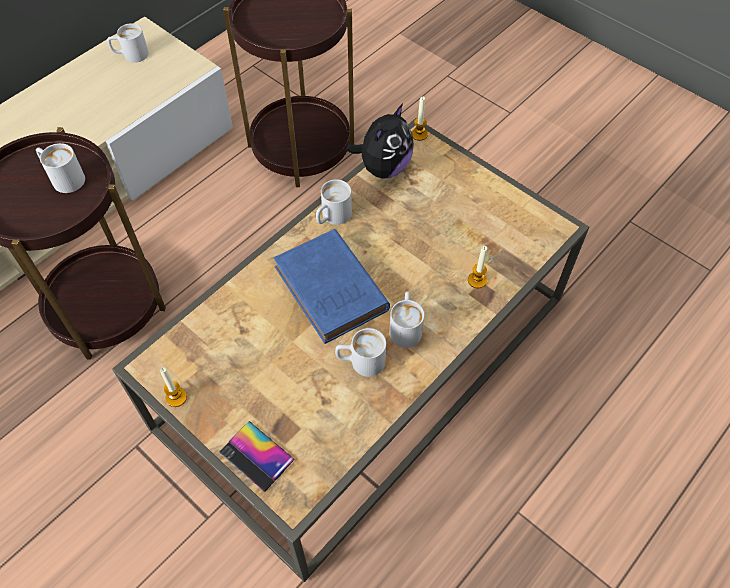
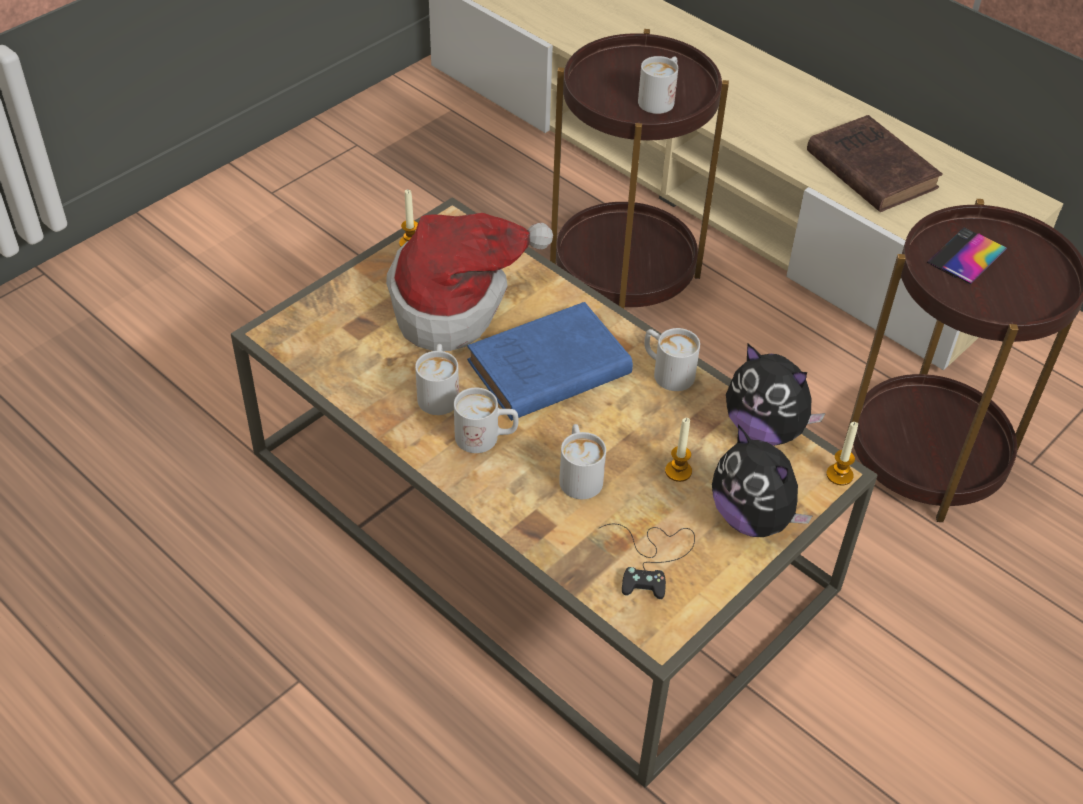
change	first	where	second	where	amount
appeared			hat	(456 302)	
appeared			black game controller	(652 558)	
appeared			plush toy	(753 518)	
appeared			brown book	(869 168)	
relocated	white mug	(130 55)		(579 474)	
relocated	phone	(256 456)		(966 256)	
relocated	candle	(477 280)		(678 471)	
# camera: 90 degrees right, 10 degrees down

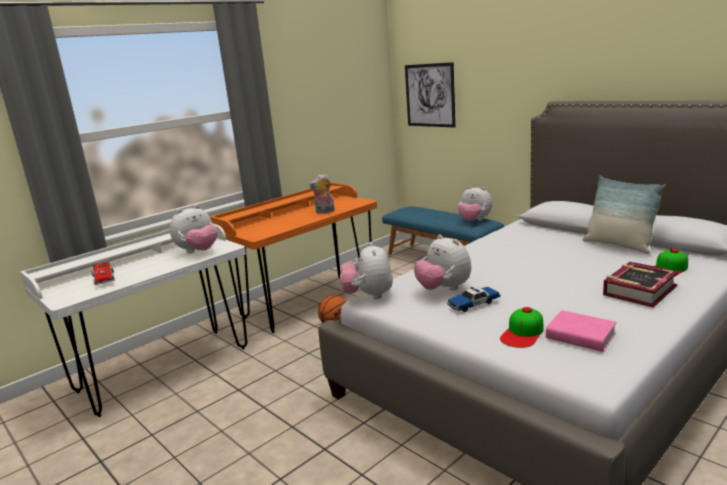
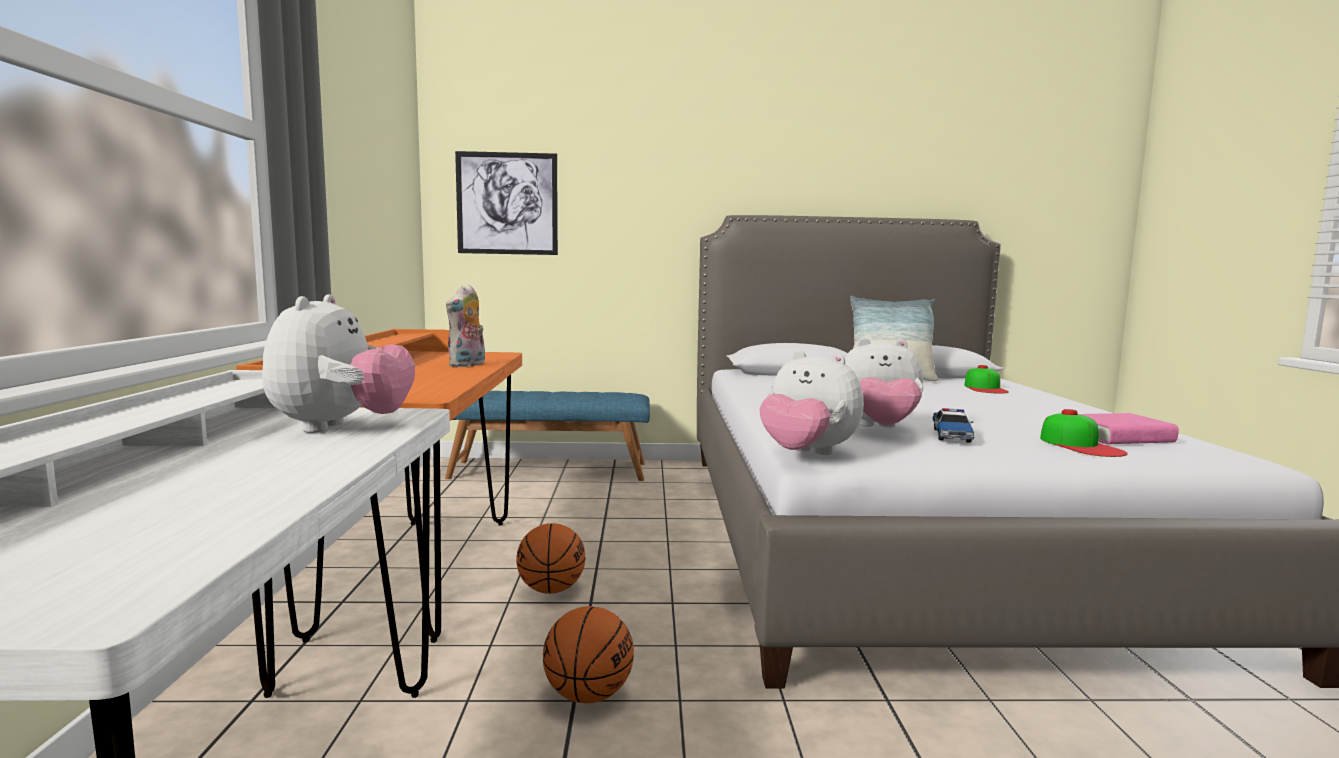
change	first	where	second	where	amount
missing	toy truck	(104 279)			
missing	plush toy	(474 221)			
missing	book	(639 290)			
appeared			basketball	(588 695)	
# camera: 50 degrees left, 10 degrees down

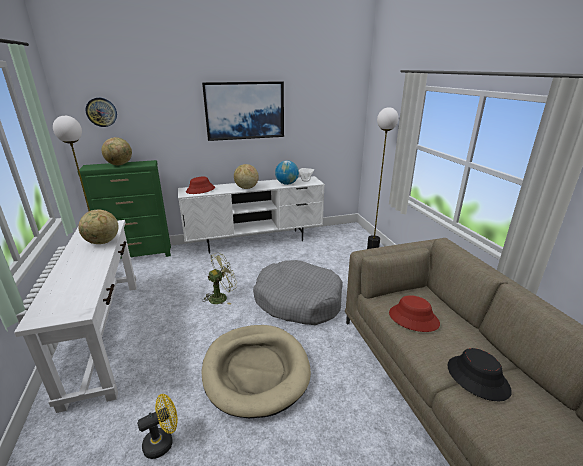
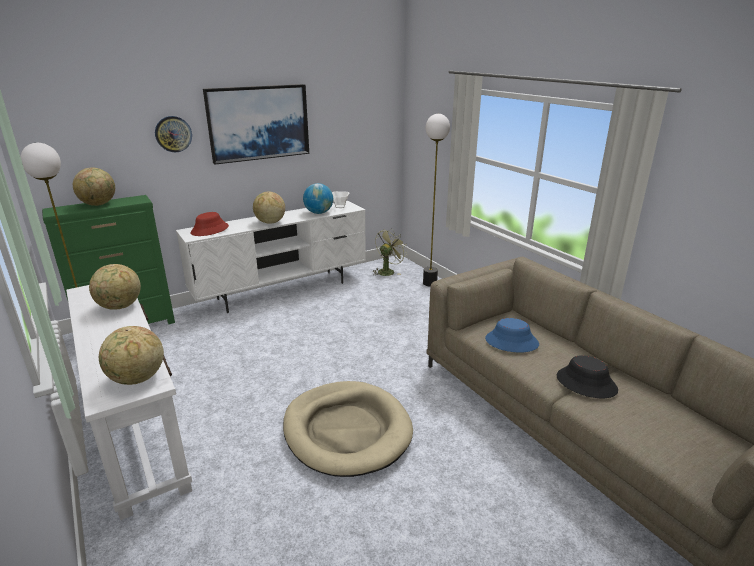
change	first	where	second	where	amount
missing	yellow fan	(163 442)			
missing	grey dog bed	(298 301)			
appeared			globe	(137 379)	
relocated	wall clock	(101 112)		(173 134)	
relocated	green fan	(221 297)		(387 271)	
colour	red hat	(413 318)	blue hat	(511 342)	
# camera: 15 degrees left, 0 degrees up

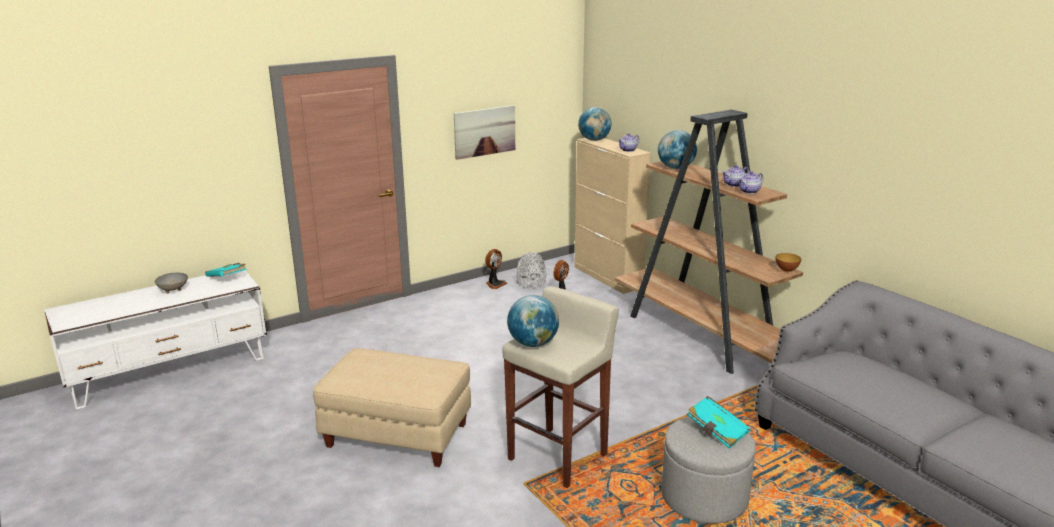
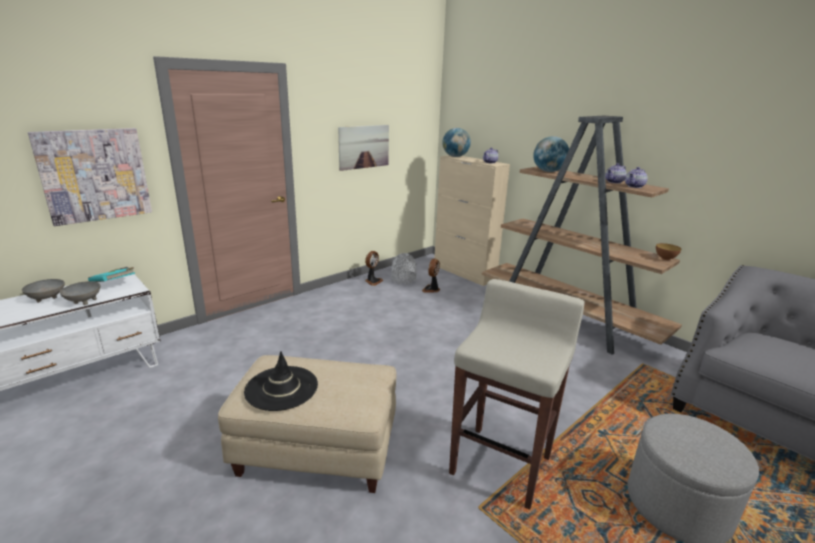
change	first	where	second	where	amount
missing	globe	(533 343)			
missing	turquoise book	(716 432)			
appeared			picture	(95 175)	
appeared			grey bowl	(83 301)	
appeared			black hat	(281 388)	
# camera: 10 degrees left, 0 degrees up

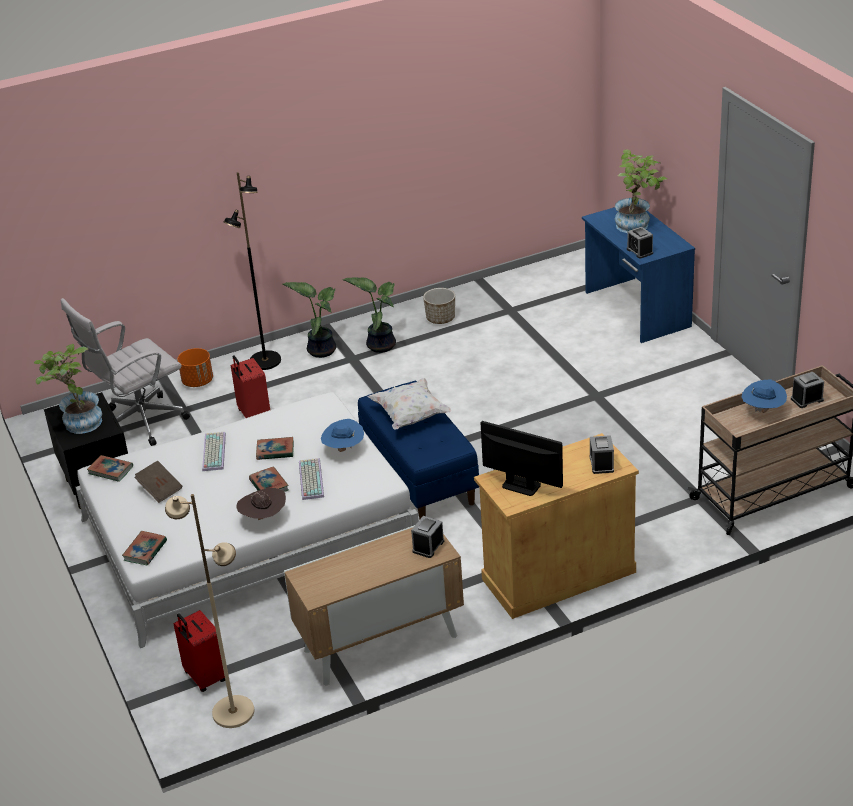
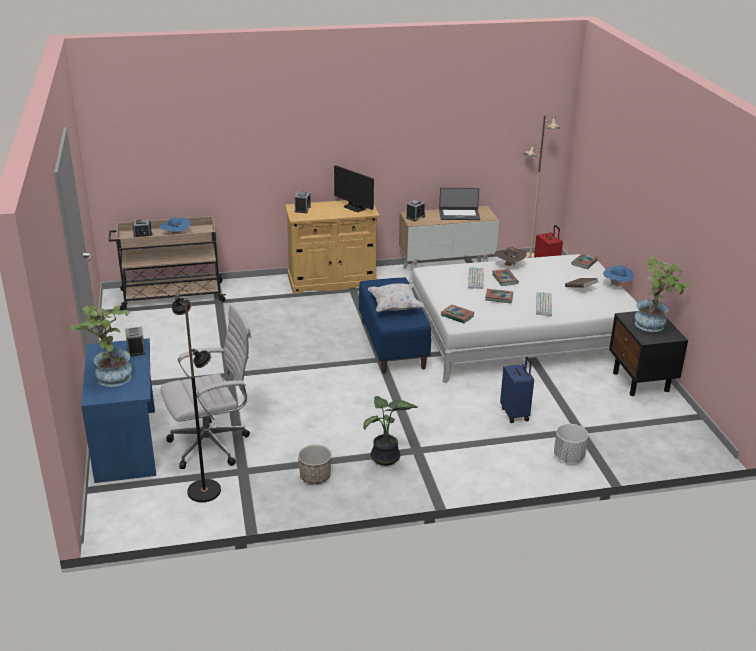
change	first	where	second	where	amount
missing	potted plant	(321 350)			
appeared			laptop	(459 215)	
relocated	white office chair	(139 423)		(213 445)	
relocated	book	(110 470)		(457 316)	
relocated	black floor lamp	(265 361)		(204 491)	
relocated	blue hat	(343 449)		(616 285)	
colour	orange planter	(198 382)	white planter	(568 456)	
colour	red suitcase	(253 415)	blue suitcase	(515 414)	
# camera: 170 degrees left, 5 degrees down

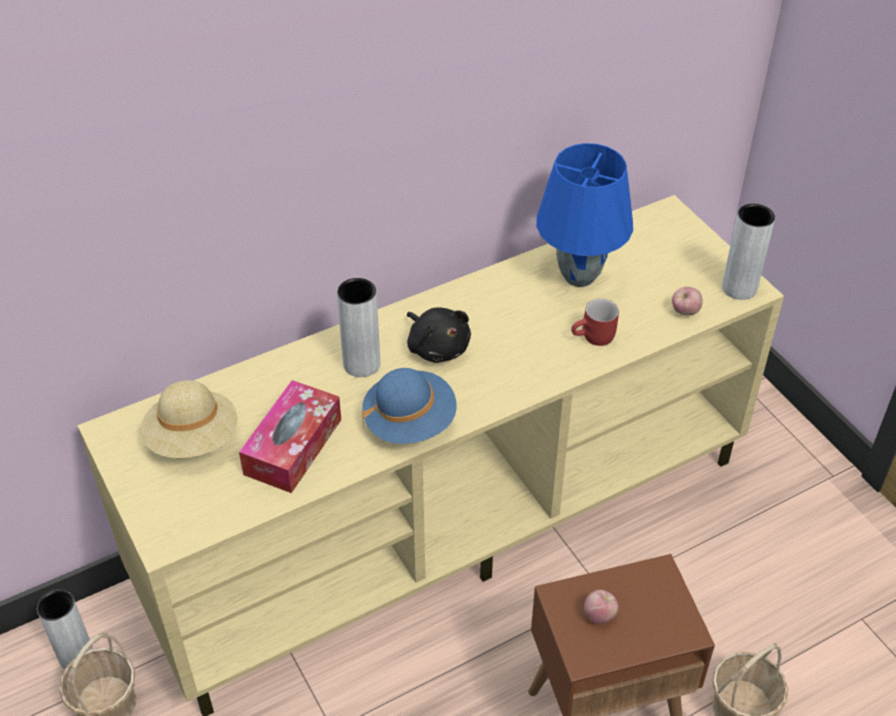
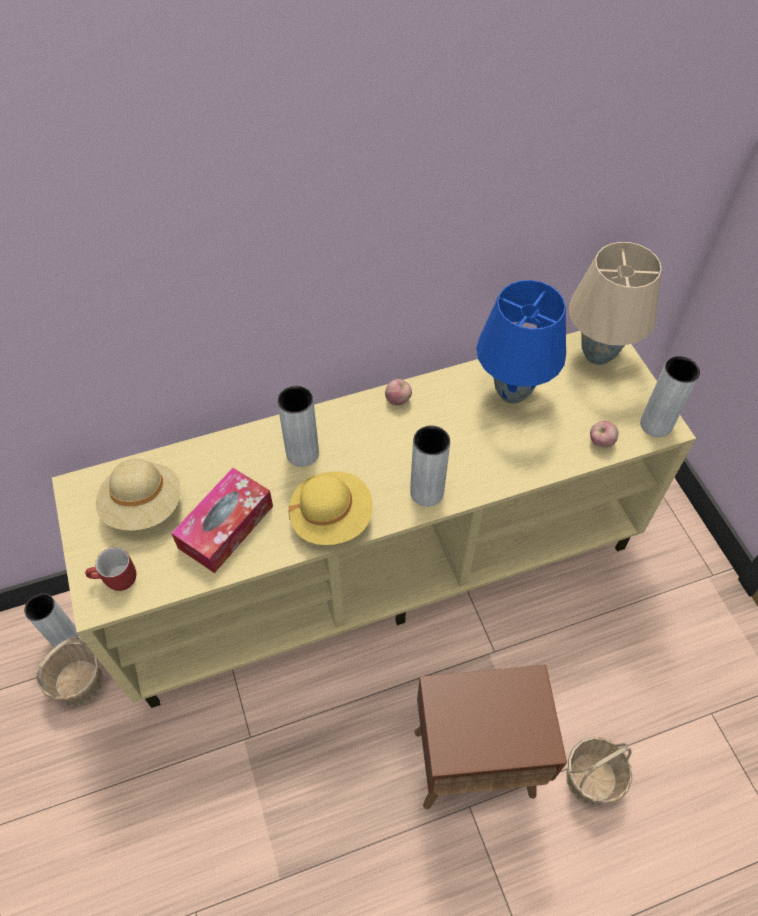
change	first	where	second	where	amount
missing	black plush toy	(437 347)			
appeared			grey vase	(426 492)	
appeared			beige table lamp	(598 355)	
relocated	red mug	(594 339)		(116 581)	
relocated	apple	(599 615)		(398 400)	
colour	blue hat	(409 422)	yellow hat	(331 517)	
# camera: 10 degrees right, 10 degrees up

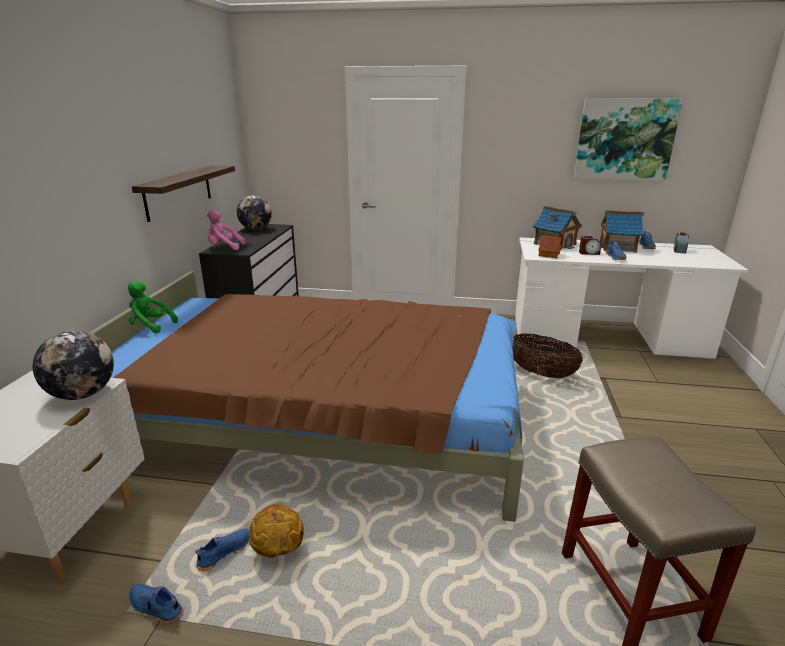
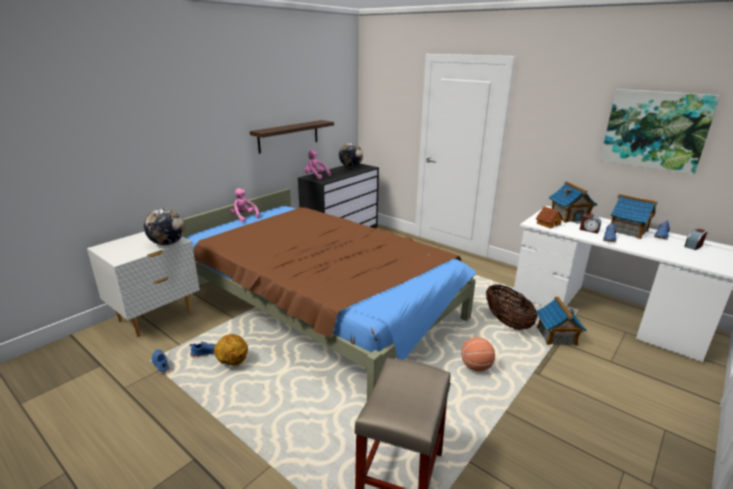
change	first	where	second	where	amount
appeared			basketball	(476 367)	
appeared			toy house	(556 336)	
colour	green plush toy	(149 326)	pink plush toy	(243 217)	
# camera: 30 degrees right, 0 degrees up

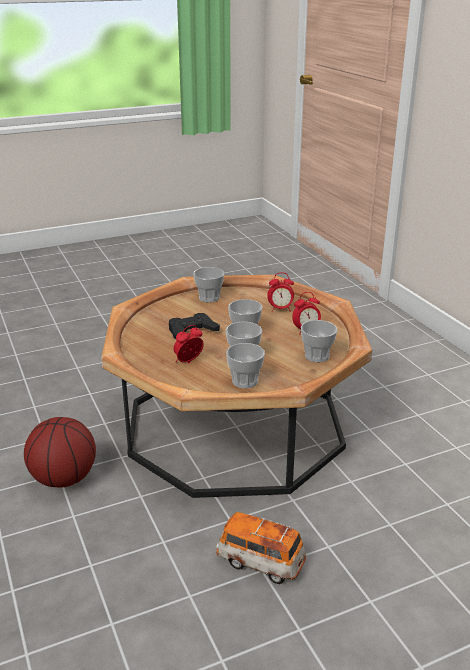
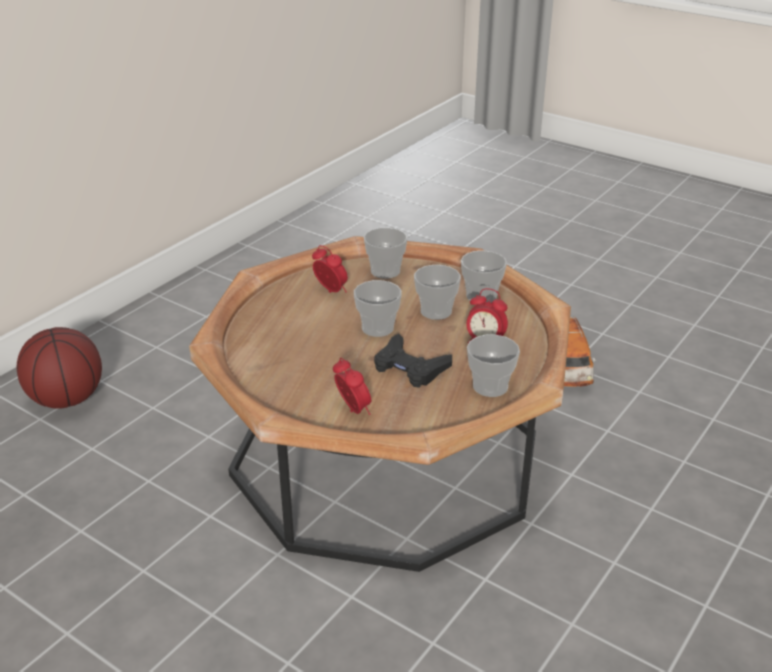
change	first	where	second	where	amount
relocated	basketball	(64 479)		(67 399)	
relocated	cup	(209 298)		(490 386)	
relocated	alarm clock	(280 309)		(353 410)	
# camera: 120 degrees left, 5 degrees up

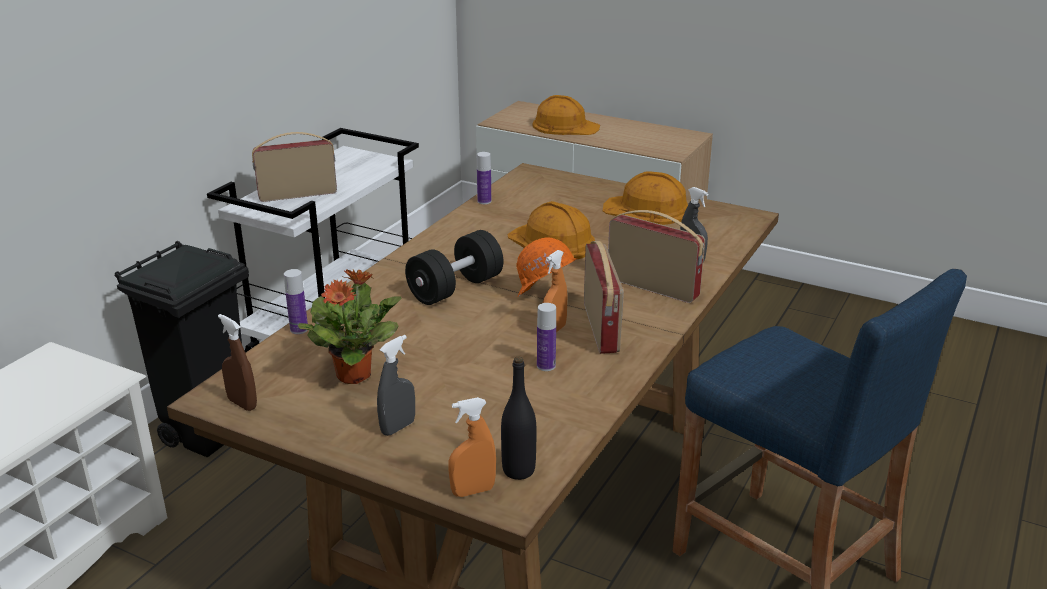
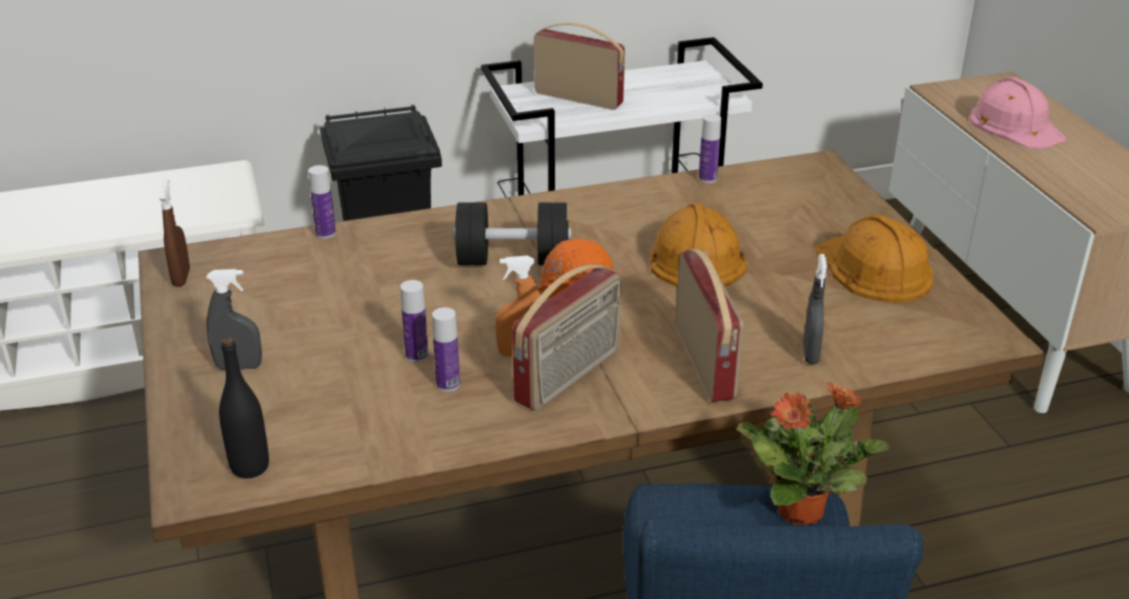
change	first	where	second	where	amount
missing	orange spray bottle	(473 491)			
appeared			bottle	(417 355)	
relocated	potted plant	(354 374)		(802 510)	
colour	orange hard hat	(565 126)	pink hard hat	(1015 125)	
# camera: 45 degrees right, 5 degrees up

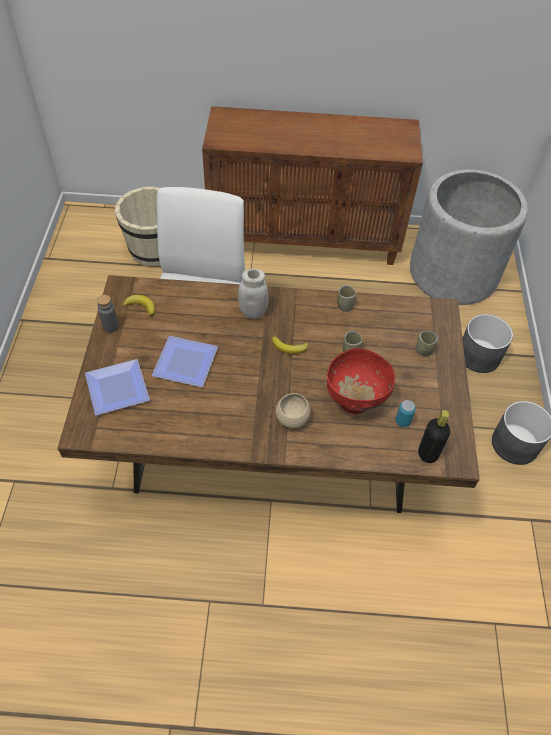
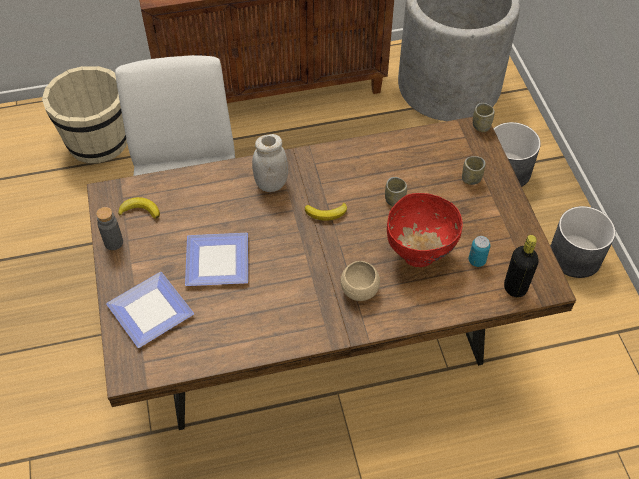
change	first	where	second	where	amount
relocated	cup	(345 306)		(481 126)	
# camera: 15 degrees left, 0 degrees up

